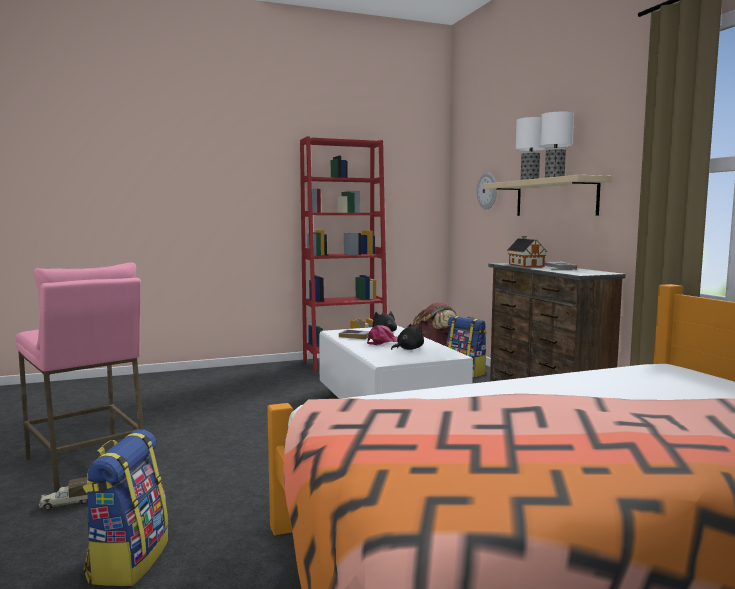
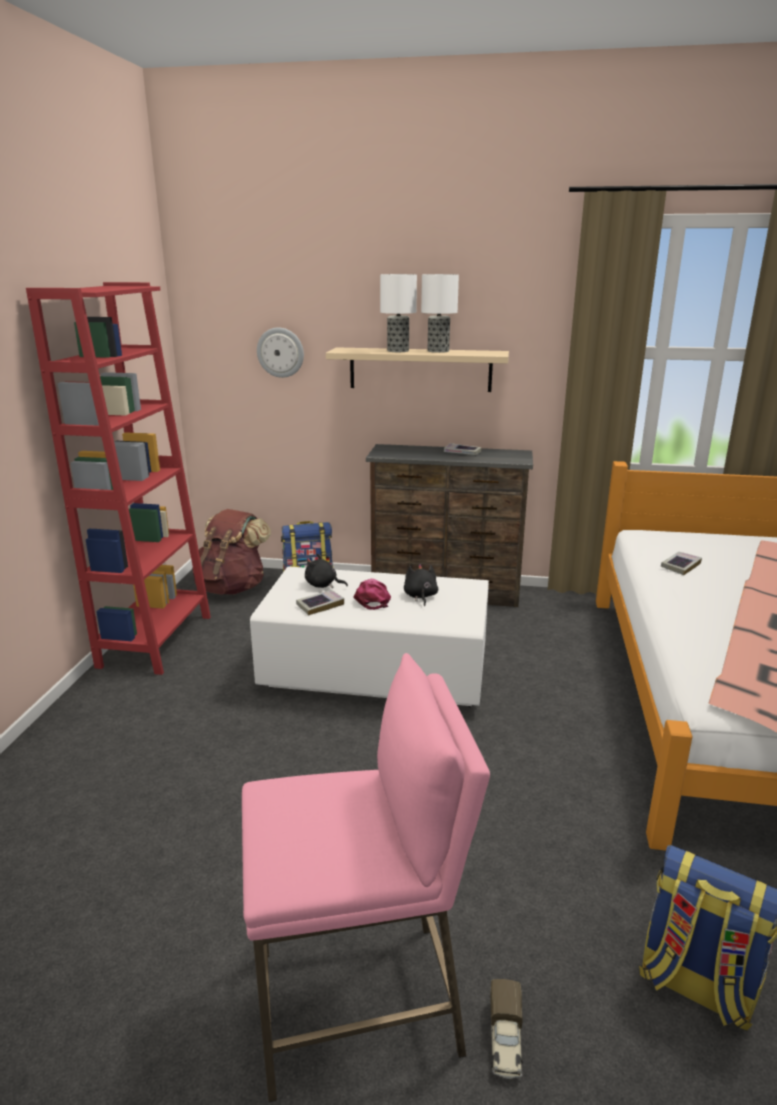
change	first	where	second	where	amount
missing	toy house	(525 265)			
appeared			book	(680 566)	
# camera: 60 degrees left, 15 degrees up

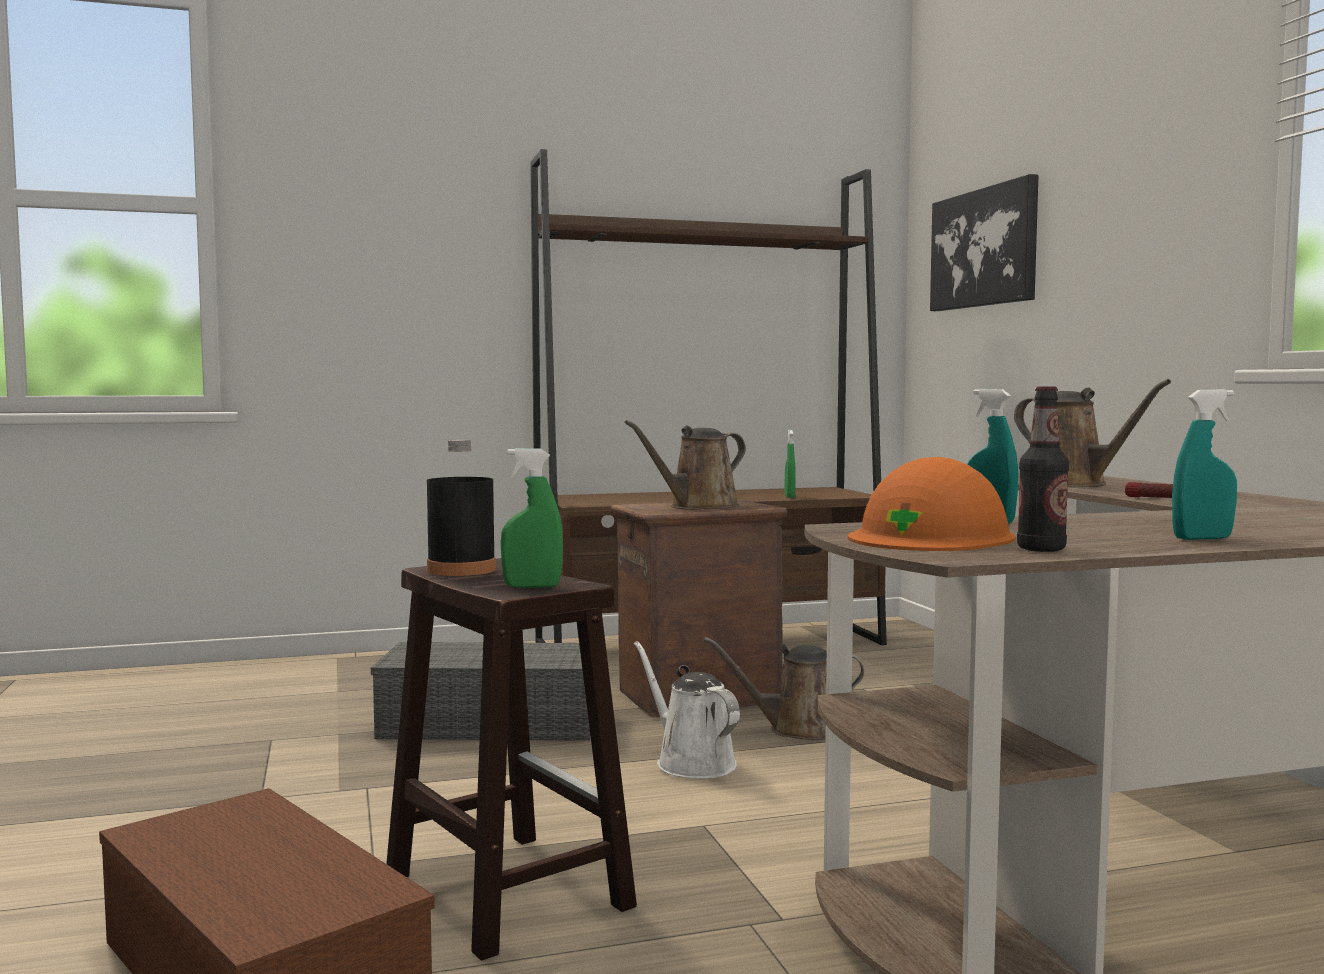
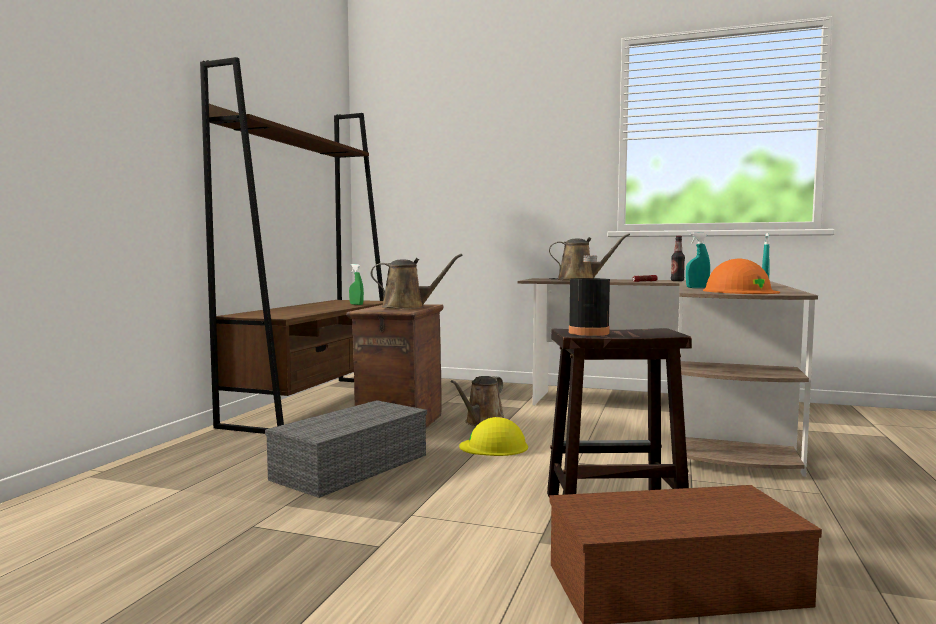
change	first	where	second	where	amount
missing	green spray bottle	(532 586)			
missing	picture	(984 248)			
relocated	bottle	(1041 549)		(677 281)	
exchanged	white watering can	(690 762)	yellow hard hat	(494 446)	
spun	brown watering can	(698 507)		(408 307)	90 degrees counterclockwise
# camera: 55 degrees left, 0 degrees up

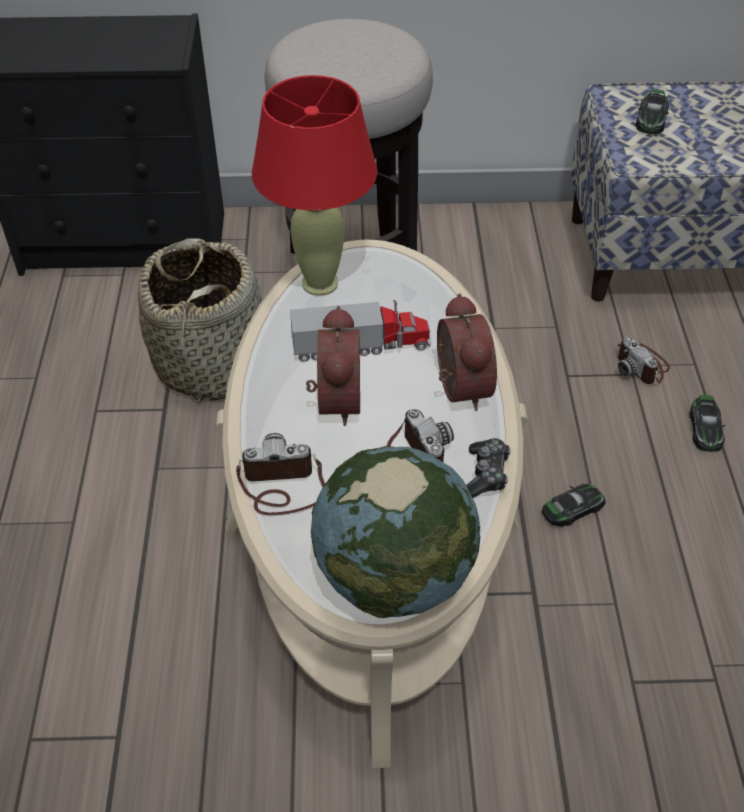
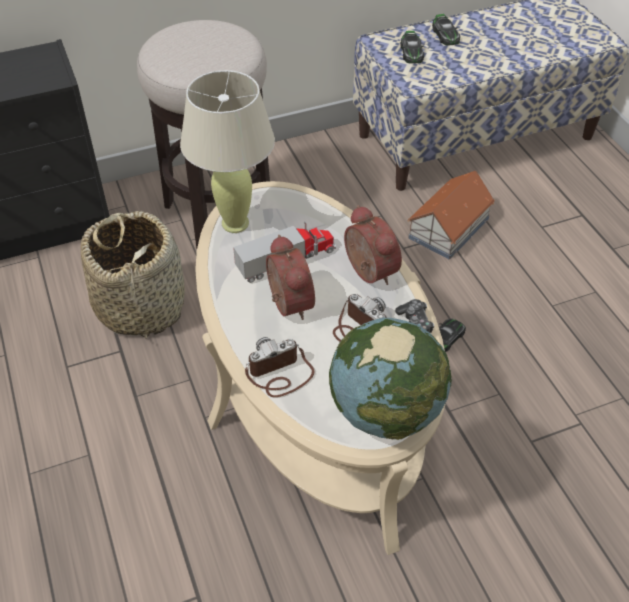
change	first	where	second	where	amount
relocated	toy car	(705 428)		(445 35)	
exchanged	photo camera	(641 365)	toy house	(449 228)	
colour	red table lamp	(319 283)	beige table lamp	(235 223)	
# camera: 20 degrees left, 0 degrees up

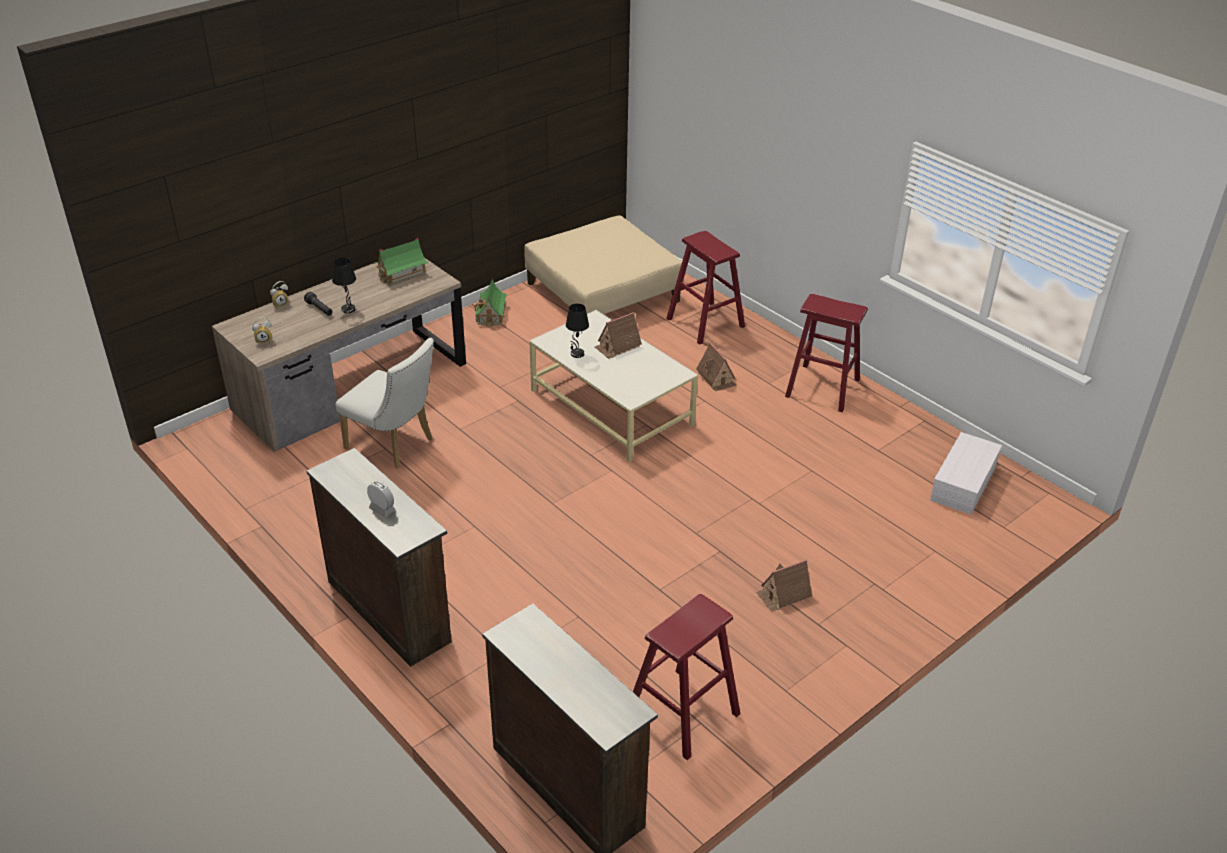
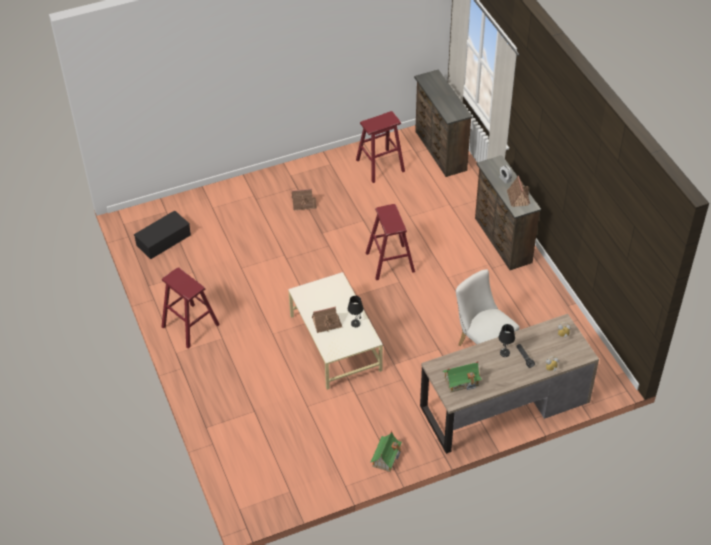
change	first	where	second	where	amount
missing	beige ottoman	(603 292)			
relocated	red stool	(705 323)		(390 262)	
relocated	toy house	(716 378)		(518 198)	
colour	white storage box	(962 482)	black storage box	(163 241)	
# camera: 160 degrees left, 10 degrees up

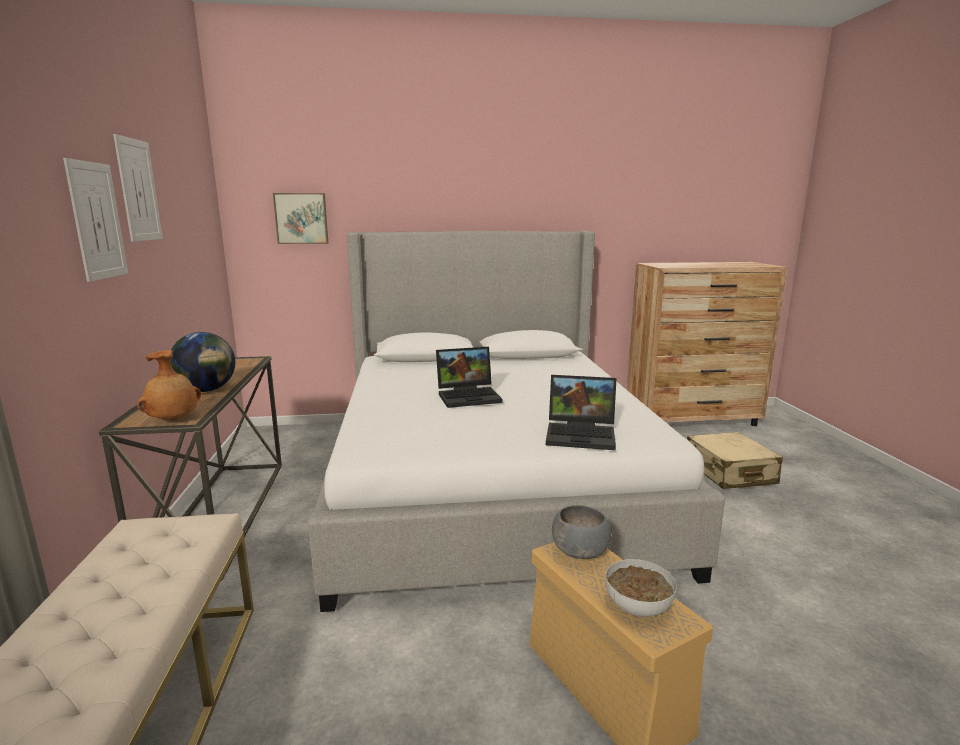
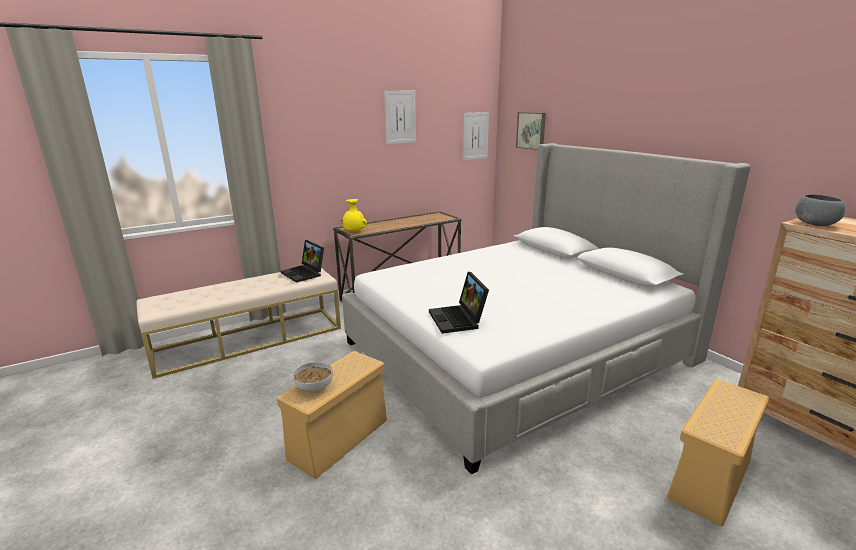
change	first	where	second	where	amount
missing	globe	(207 390)			
relocated	picture	(97 221)		(475 136)	
relocated	laptop	(469 396)		(305 273)	
relocated	grey bowl	(581 552)		(816 224)	
exchanged	beige suitcase	(729 473)	beige storage box	(710 480)	
colour	brown vase	(174 420)	yellow vase	(354 232)	
# camera: 65 degrees right, 5 degrees up

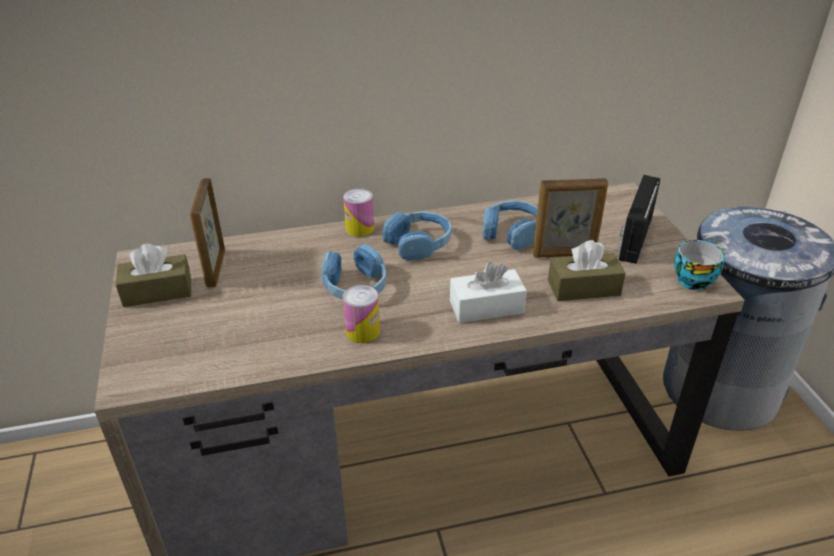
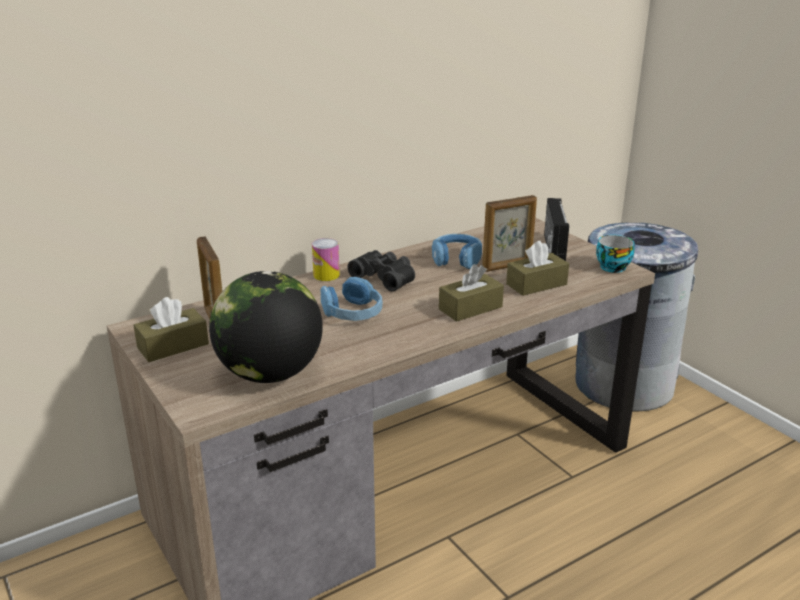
change	first	where	second	where	amount
missing	can	(362 331)			
appeared			globe	(270 374)	
exchanged	blue headphones	(419 244)	black binoculars	(385 277)	
colour	white tissue box	(486 307)	brown tissue box	(470 308)	
# camera: 20 degrees left, 10 degrees down

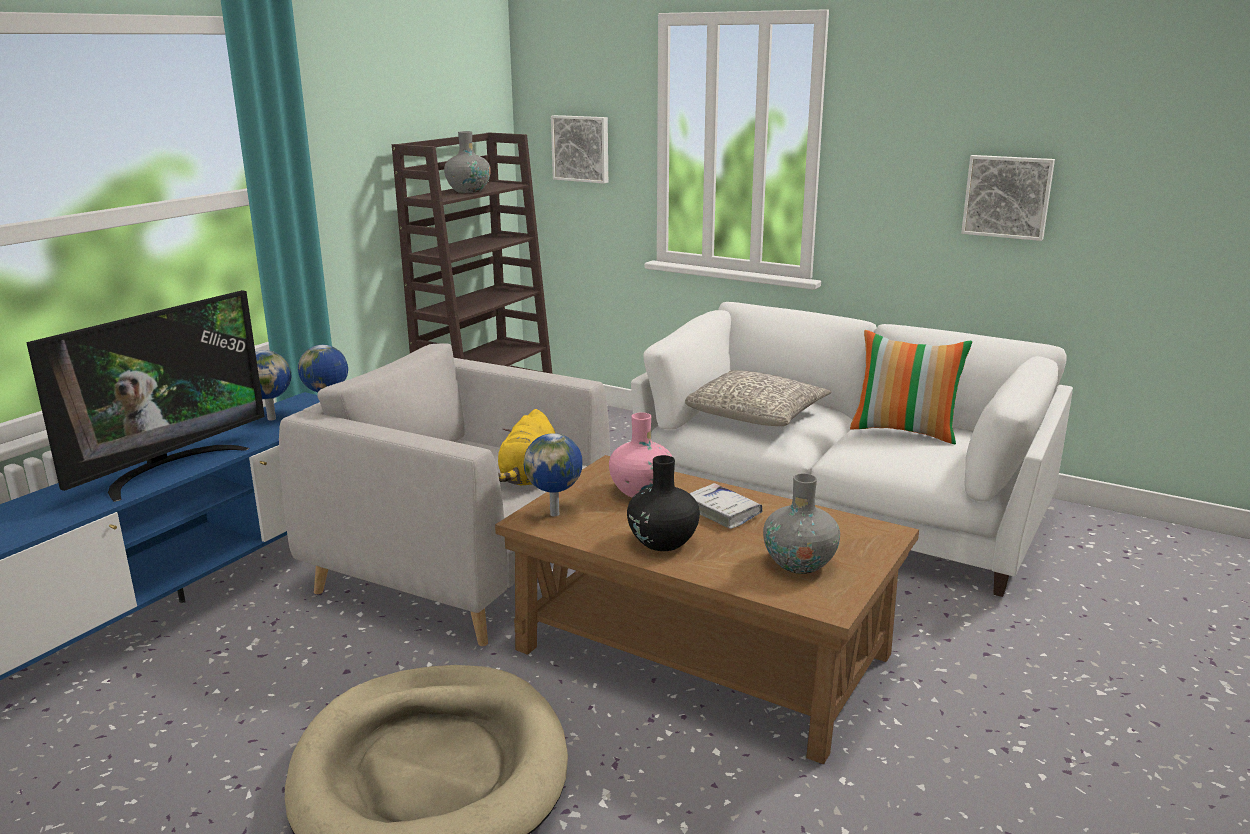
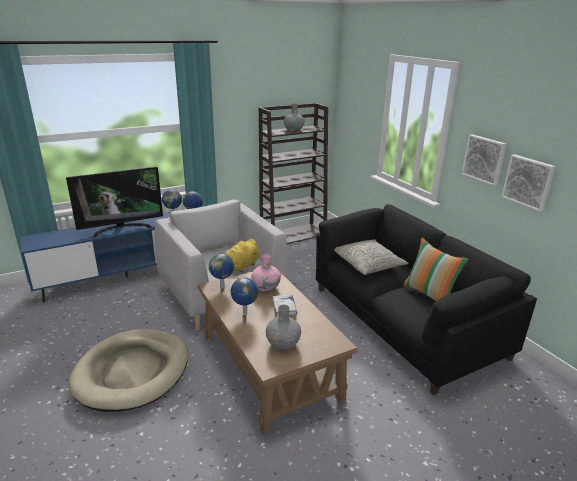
change	first	where	second	where	amount
relocated	picture	(581 148)		(484 159)	
exchanged	black vase	(663 542)	globe	(244 314)	
colour	white sofa	(840 509)	black sofa	(404 321)	
# camera: 30 degrees right, 5 degrees up

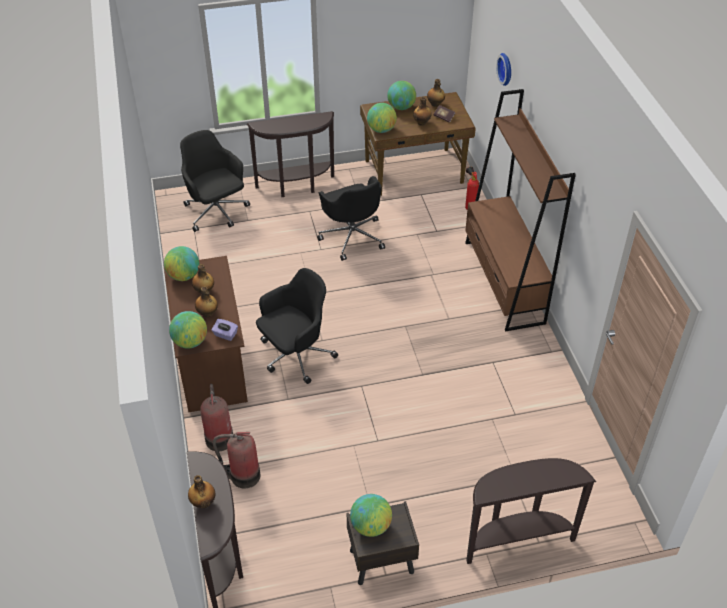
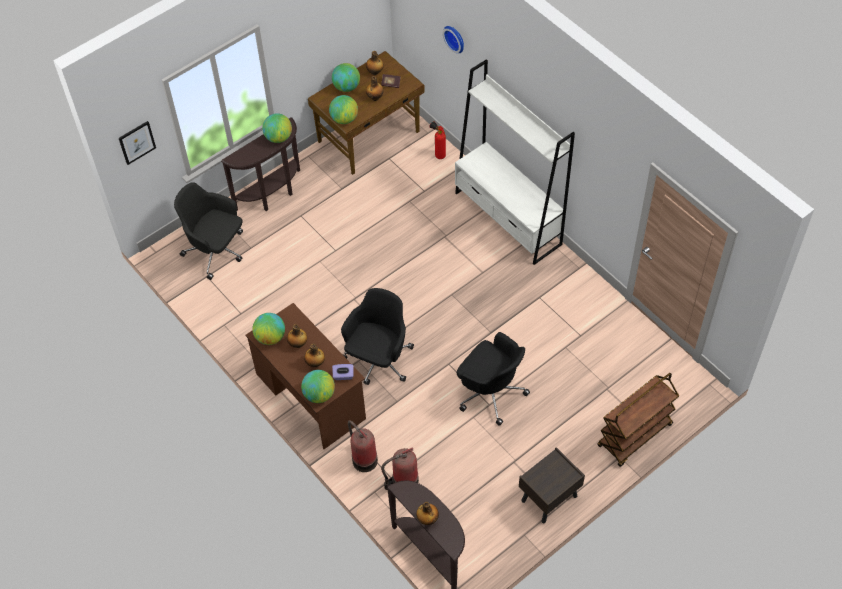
change	first	where	second	where	amount
appeared			picture	(137 142)	
relocated	black office chair	(352 236)		(490 392)	
relocated	globe	(371 526)		(278 137)	
exchanged	brown console table	(516 539)	brown cart	(634 436)	
colour	brown bookcase	(504 282)	white bookcase	(508 219)	
# camera: 25 degrees left, 10 degrees up

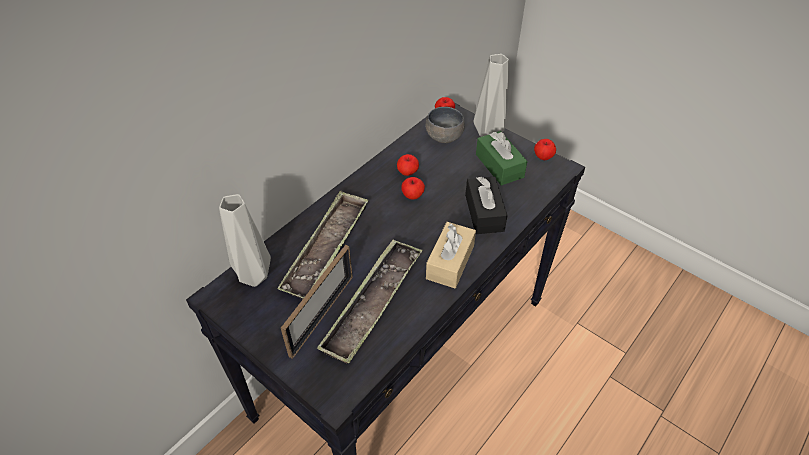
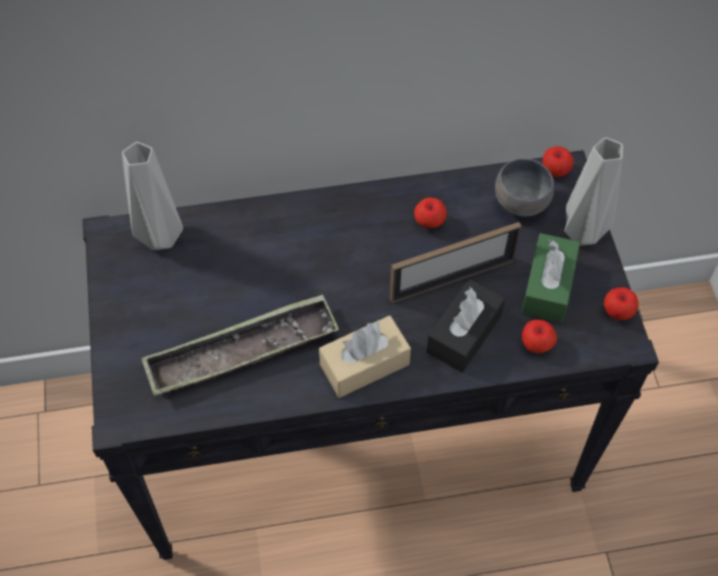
change	first	where	second	where	amount
missing	tray	(327 249)			
relocated	picture frame	(322 315)		(452 279)	
relocated	apple	(413 195)		(536 344)	
# camera: 40 degrees right, 10 degrees up

